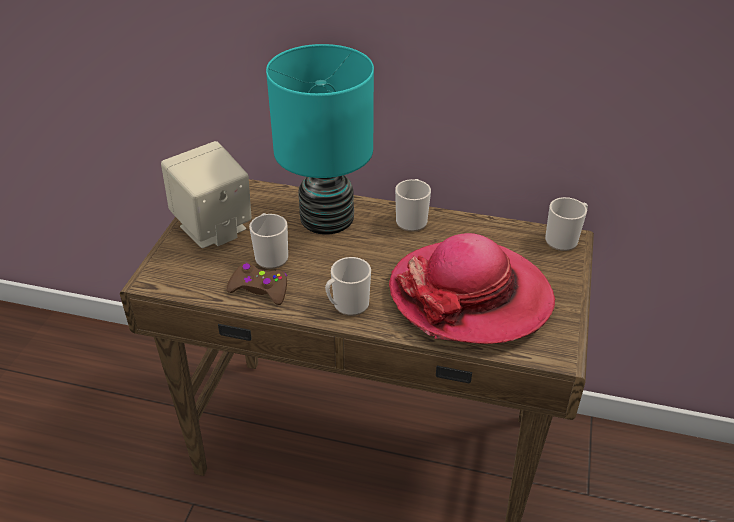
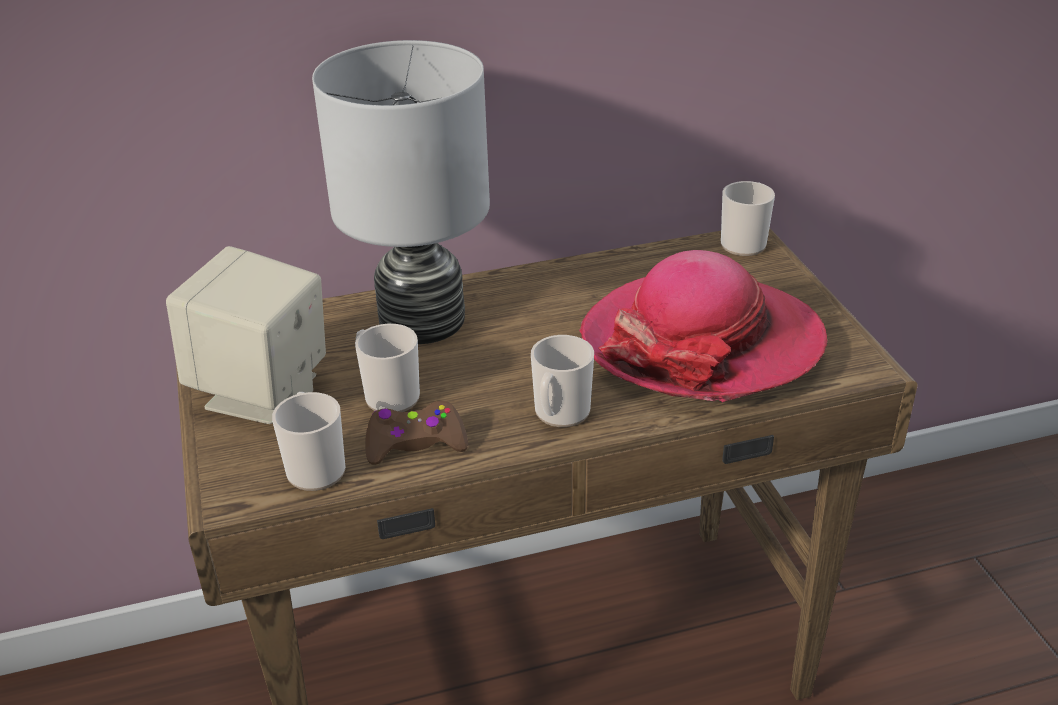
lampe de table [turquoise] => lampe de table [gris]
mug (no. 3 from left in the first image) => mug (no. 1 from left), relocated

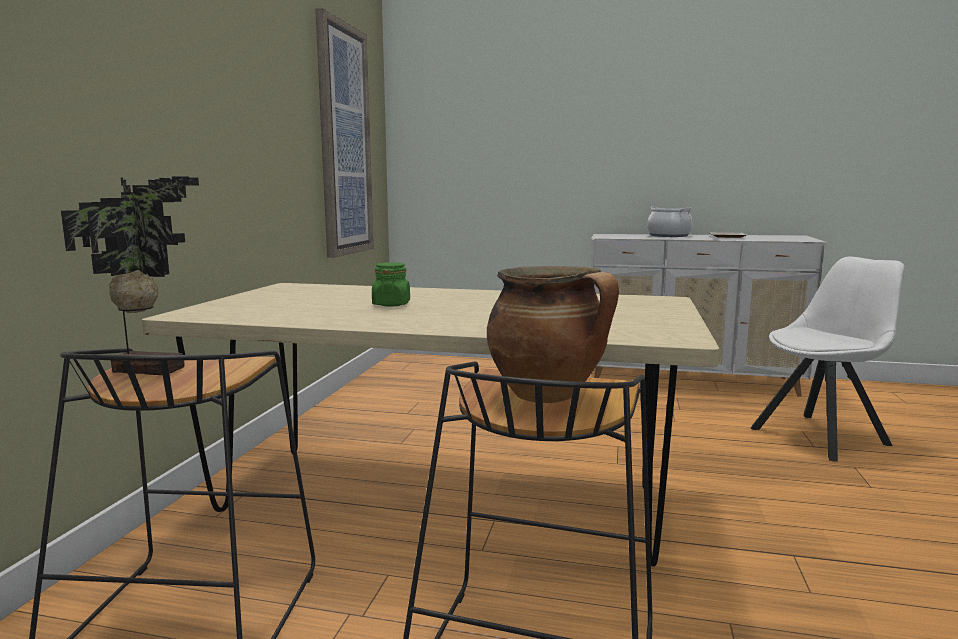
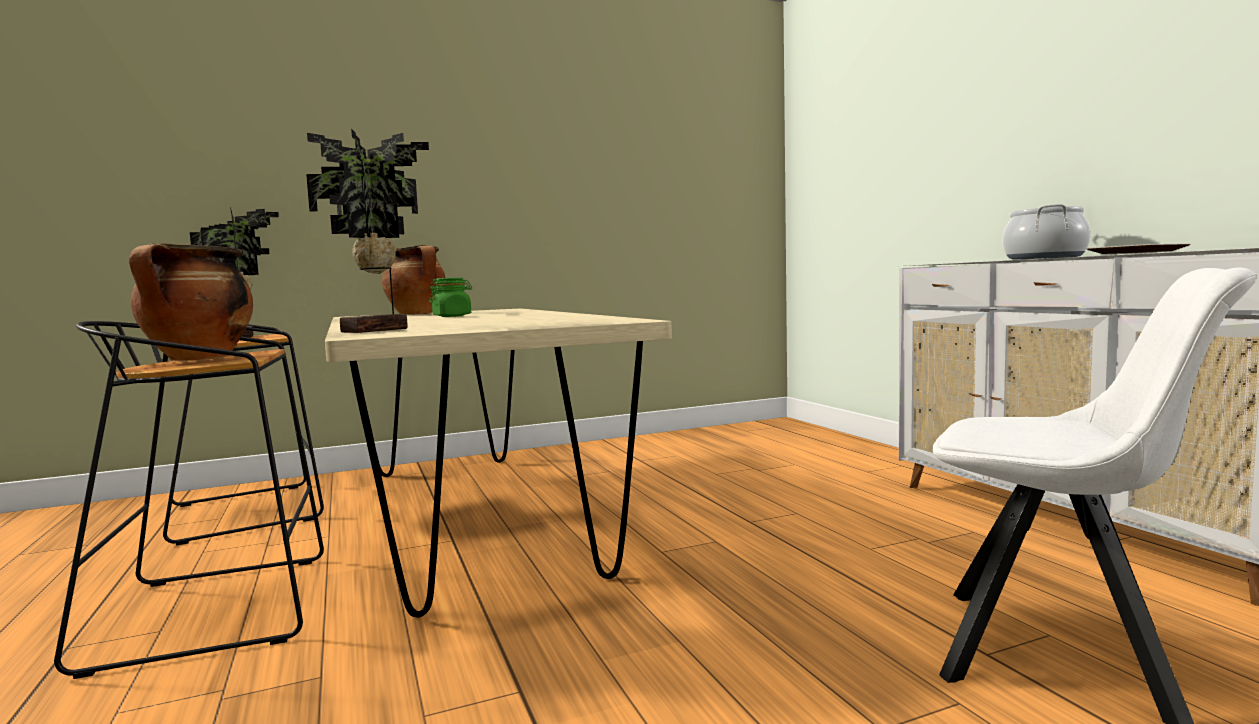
tableau => nothing
nothing => plante en pot (no. 2 from left)
nothing => marmite (no. 2 from left)

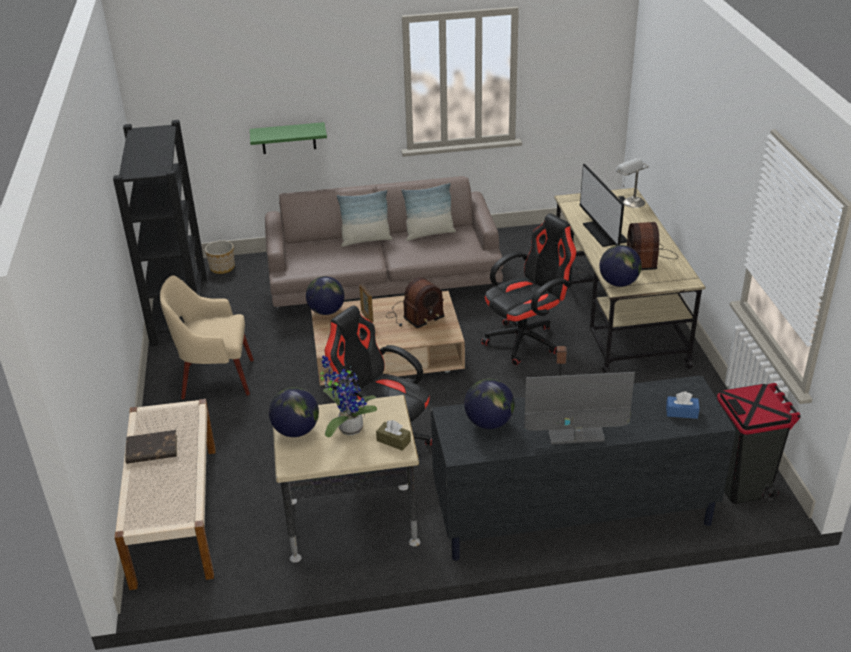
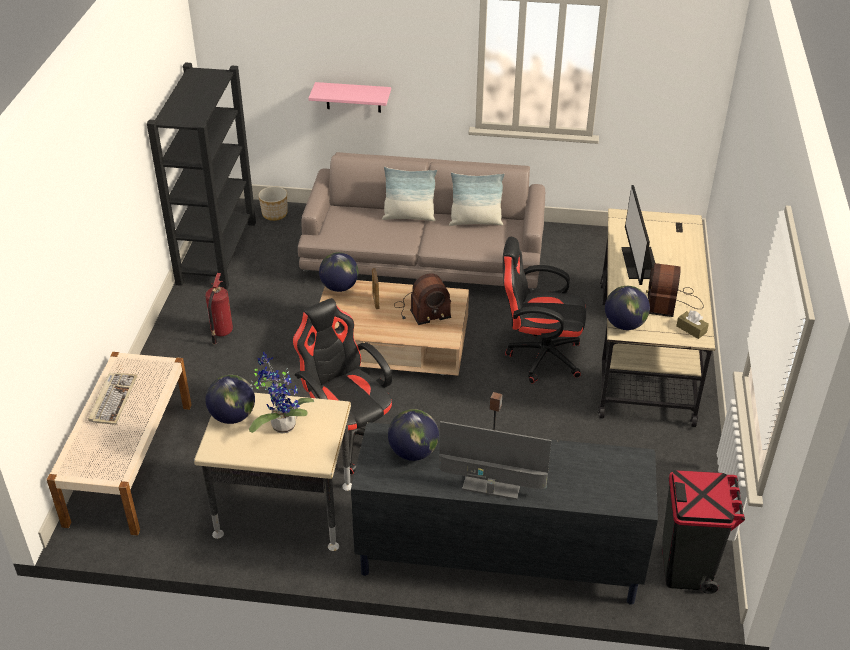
étagère [vert] => étagère [rose]
lampe de table [blanc] => nothing
chaise de bureau [noir] (no. 2 from left), 150 degrees counterclockwise
fauteuil [beige] => extincteur
boîte à mouchoirs [bleu] => nothing
boîte à mouchoirs [marron], relocated
livre [marron] => clavier

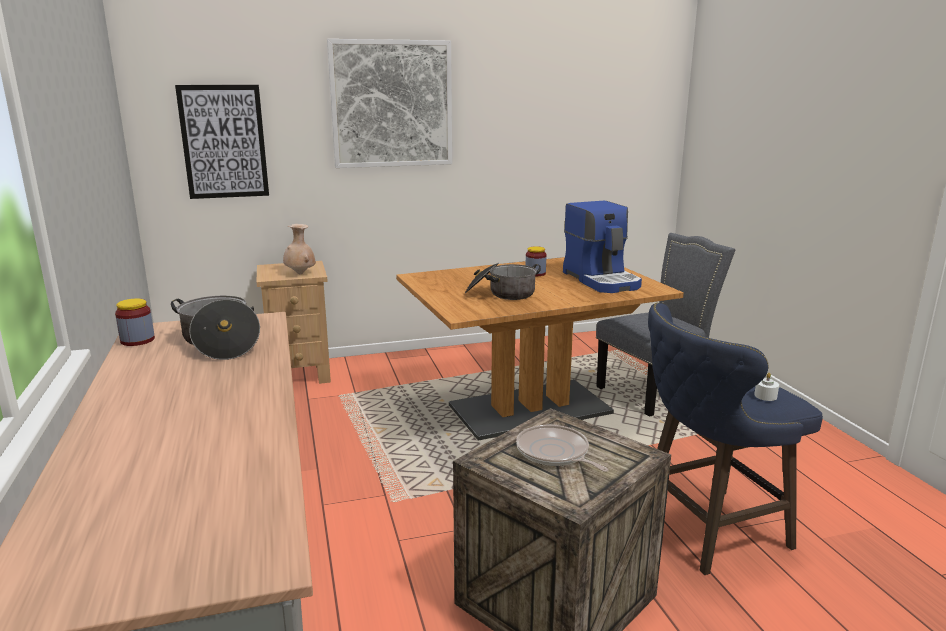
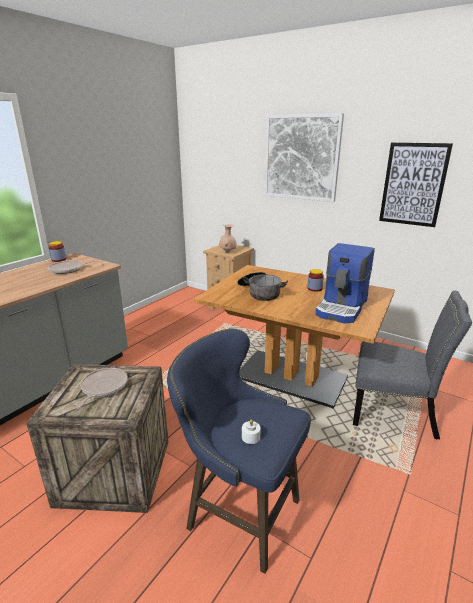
tableau (no. 1 from left in the first image) => tableau (no. 2 from left), relocated
marmite (no. 1 from left) => poêle (no. 1 from left)

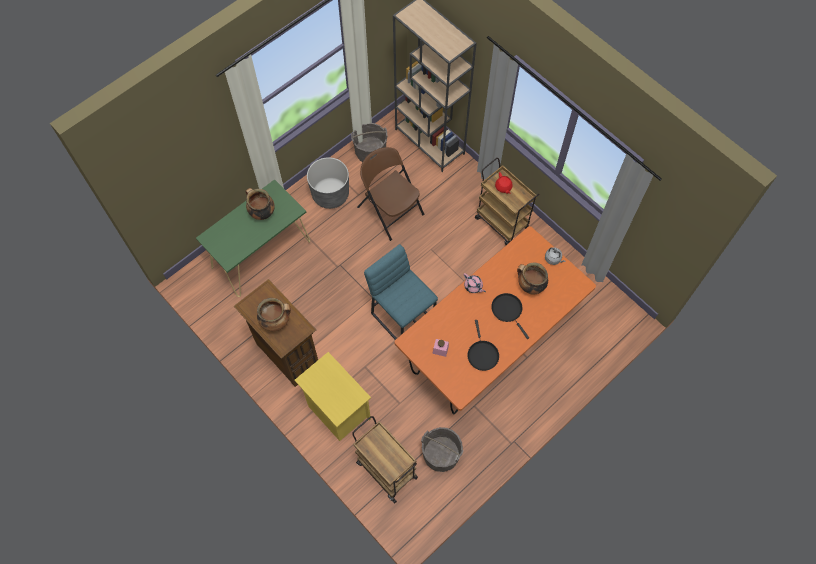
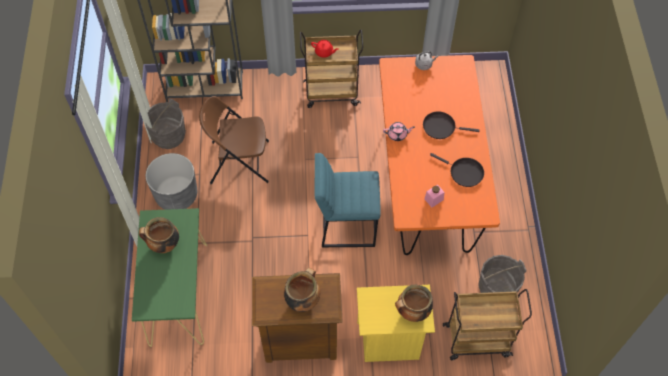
marmite (no. 3 from left), relocated

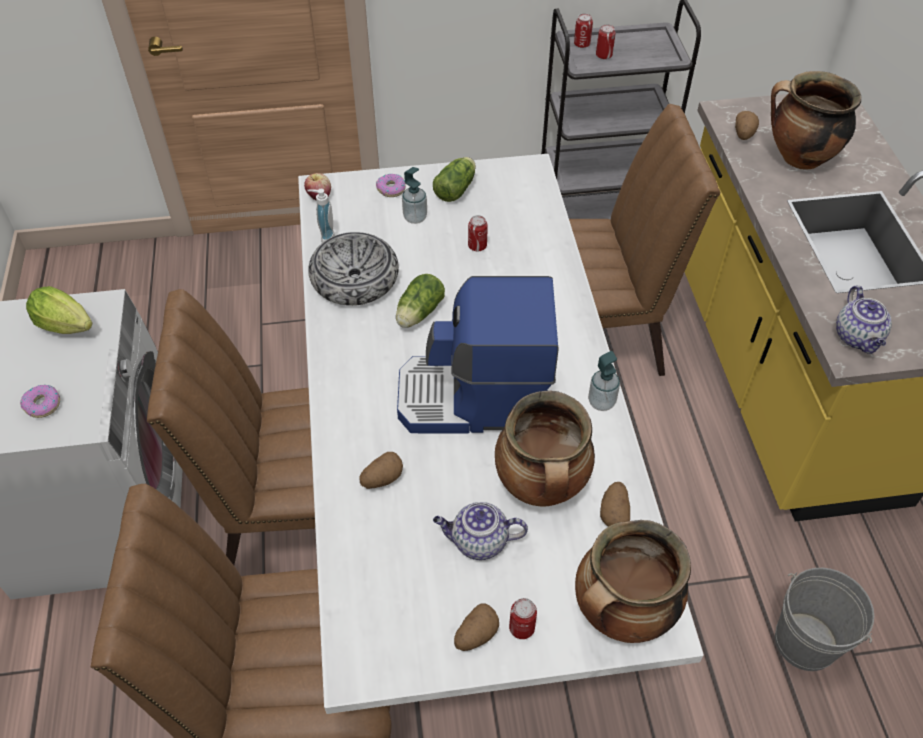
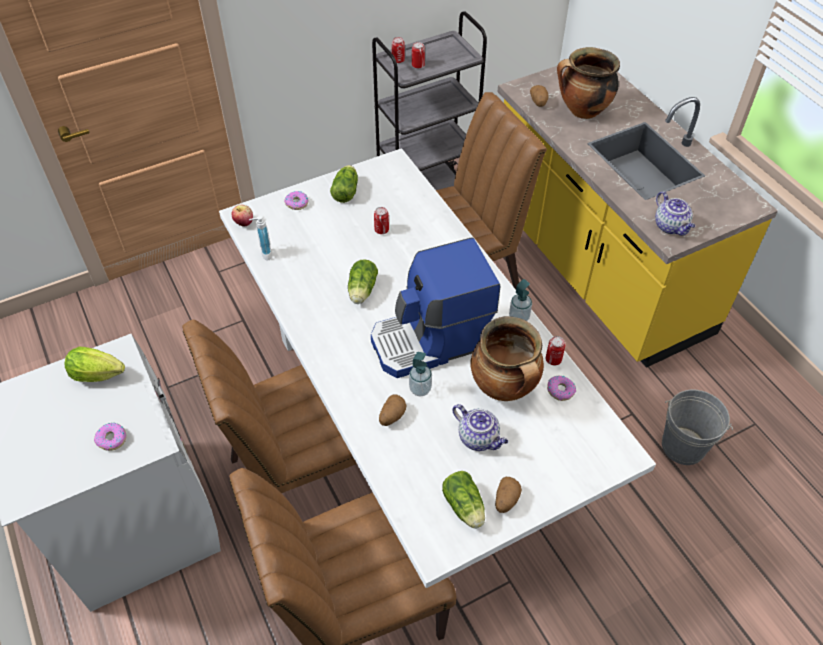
distributeur de savon (no. 2 from left), relocated
bol => nothing
pomme de terre (no. 3 from left) => beignet (no. 3 from left)
théière (no. 1 from left), 120 degrees counterclockwise
marmite (no. 2 from left) => nothing
boîte métallique (no. 2 from left in the first image) => boîte métallique (no. 4 from left), relocated
nothing => laitue (no. 4 from left)

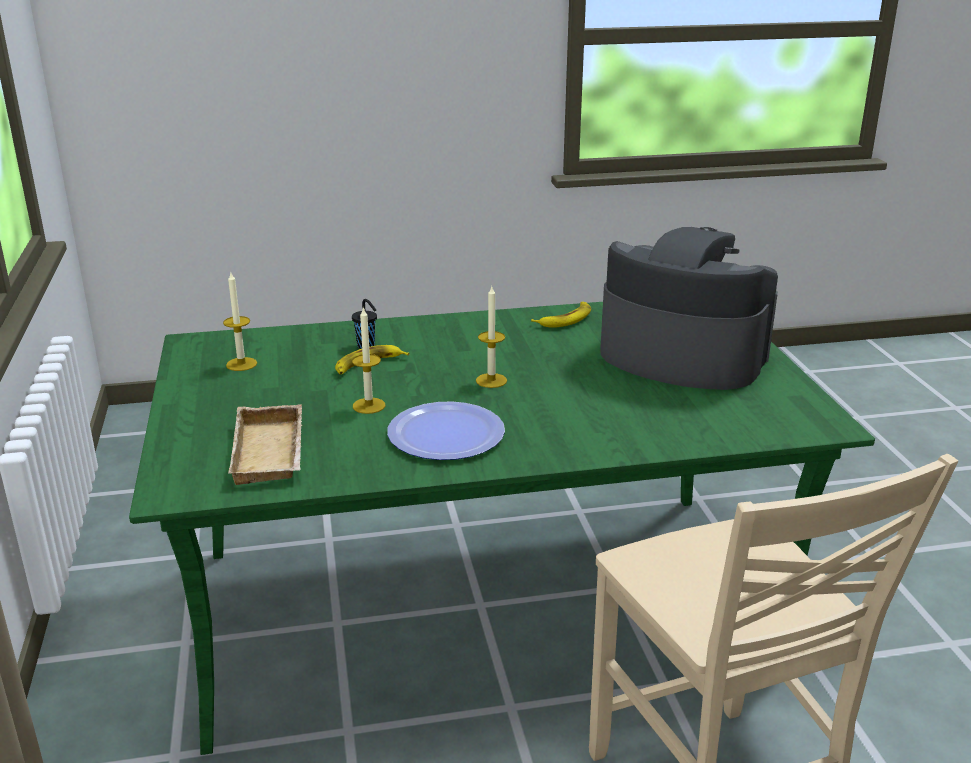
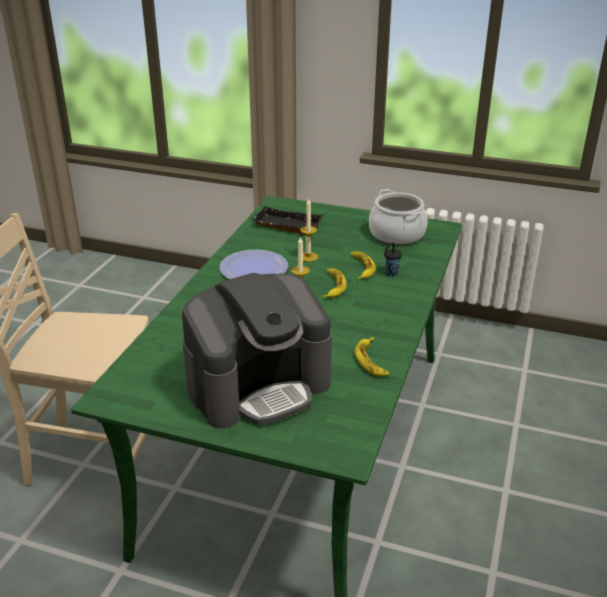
bougie (no. 1 from left) => marmite
plateau [beige] => plateau [noir]
nothing => banane (no. 1 from left)

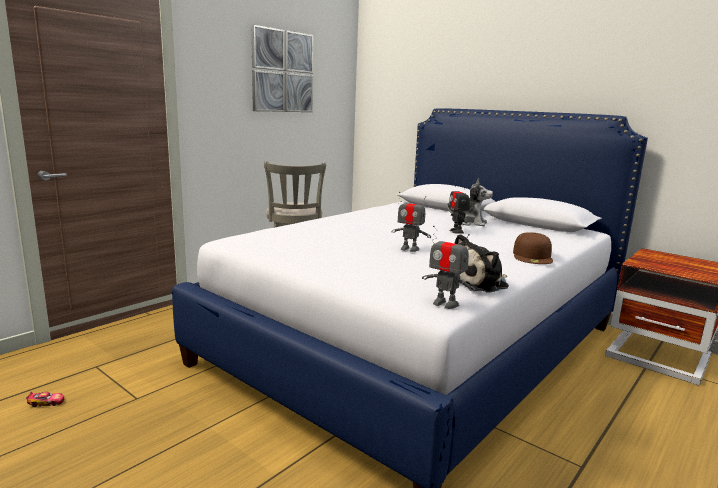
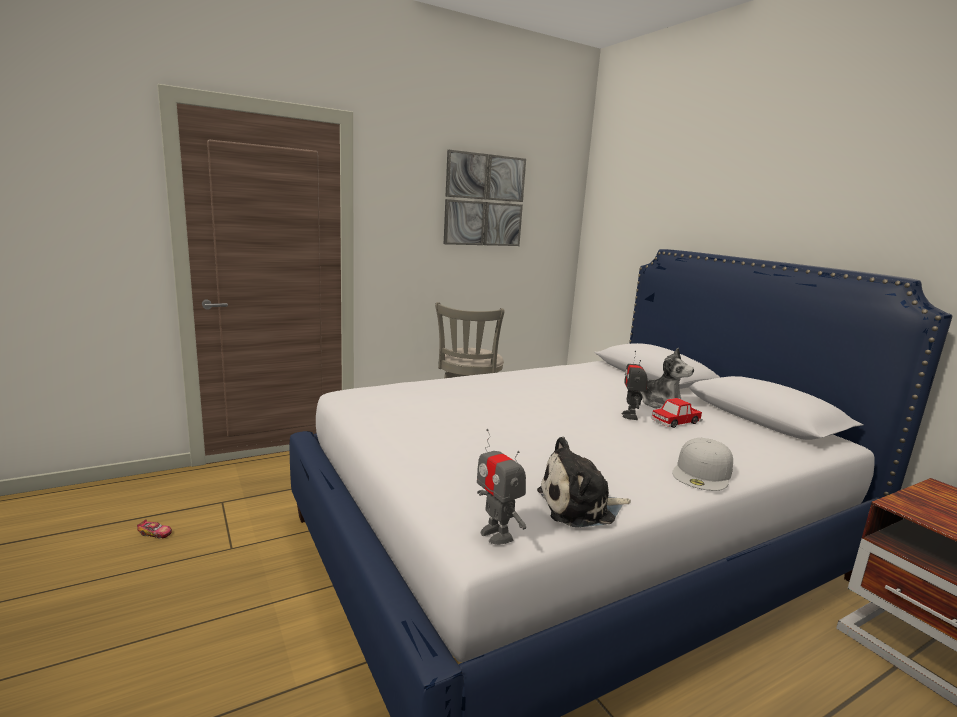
robot jouet (no. 1 from left) => nothing
casquette [marron] => casquette [blanc]
nothing => petite voiture (no. 2 from left)

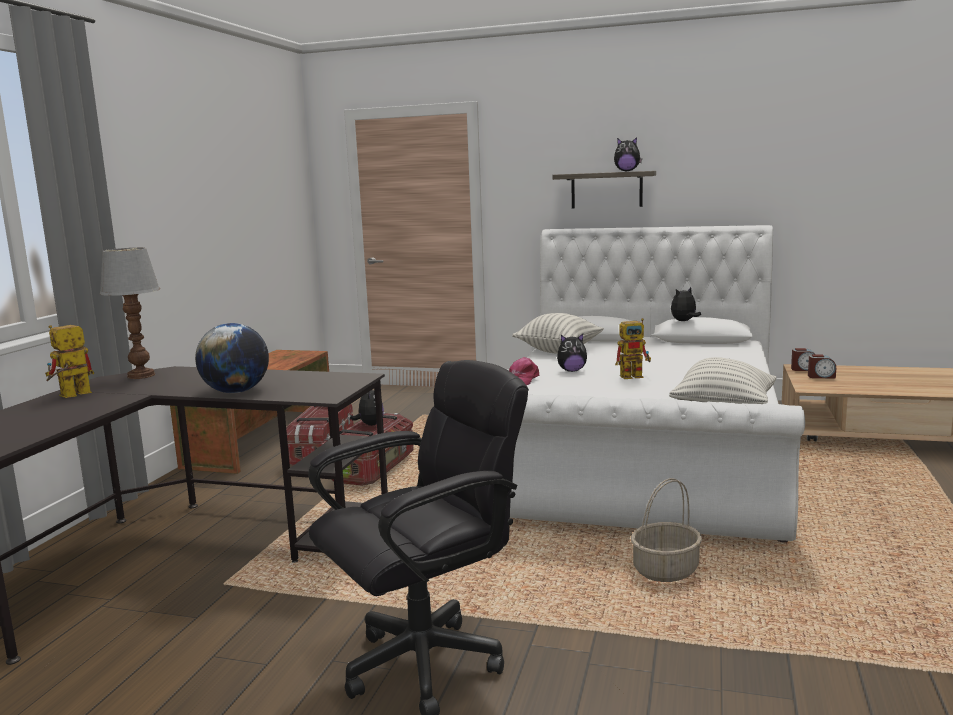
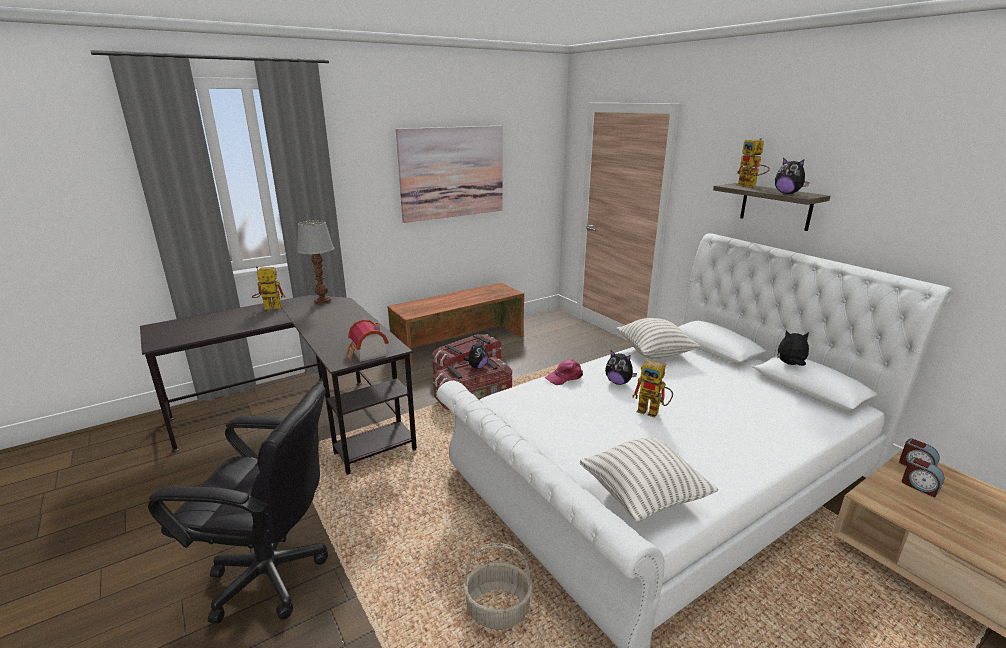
globe => nothing
nothing => tableau
nothing => robot jouet (no. 3 from left)
nothing => maison miniature

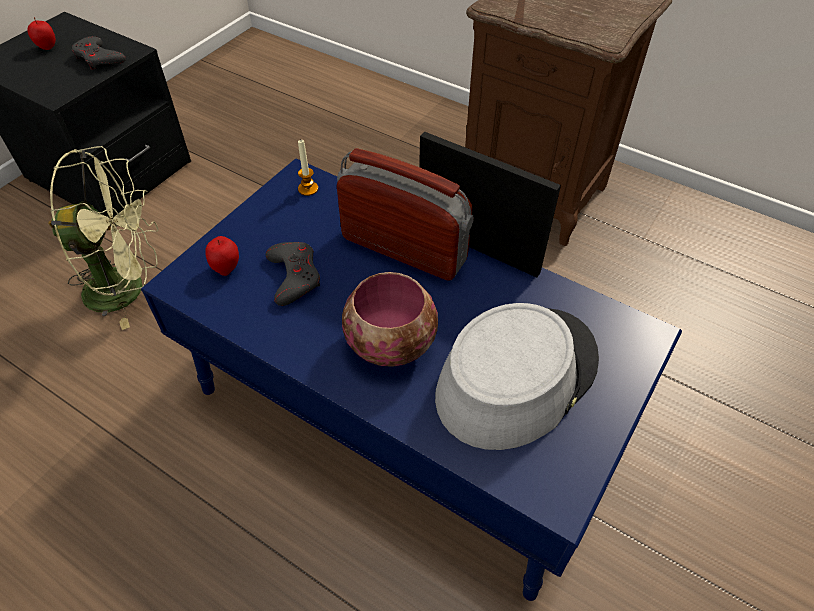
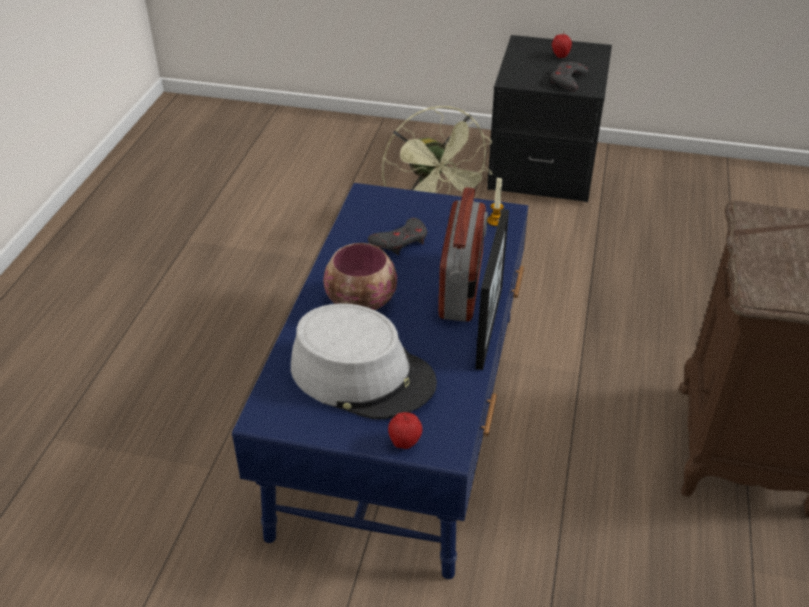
pomme (no. 2 from left in the first image) => pomme (no. 1 from left), relocated

